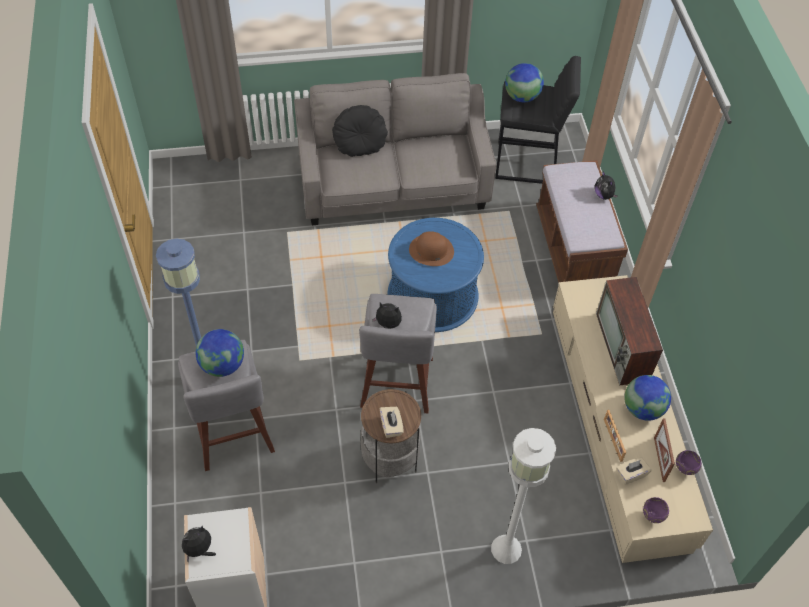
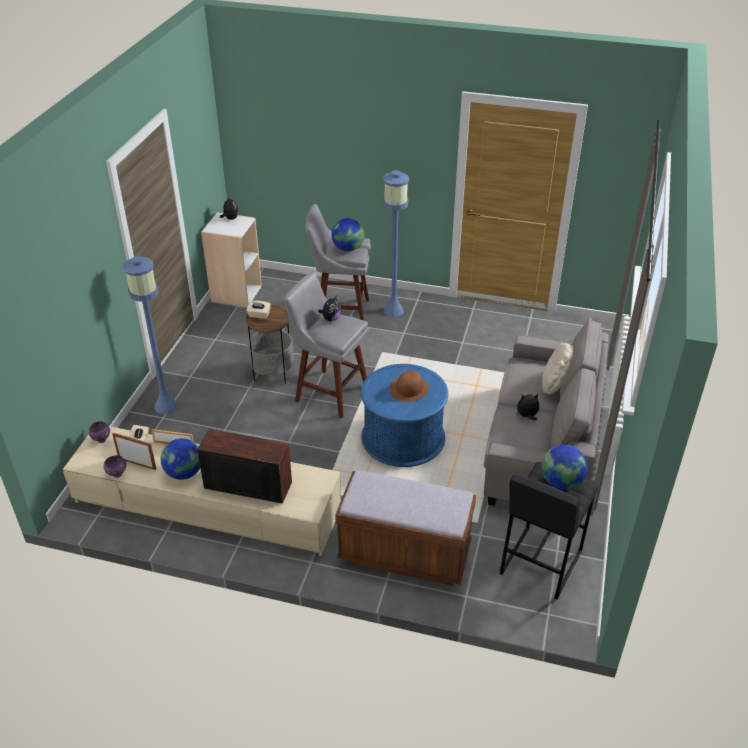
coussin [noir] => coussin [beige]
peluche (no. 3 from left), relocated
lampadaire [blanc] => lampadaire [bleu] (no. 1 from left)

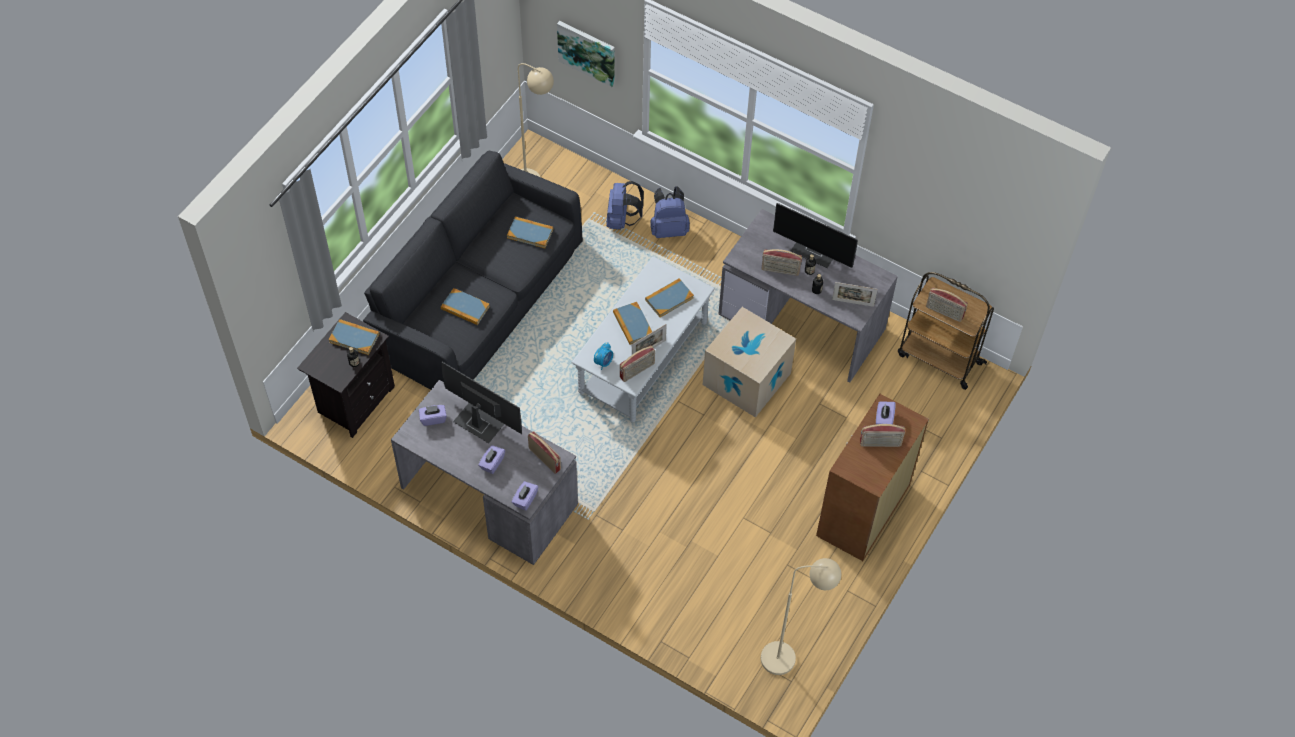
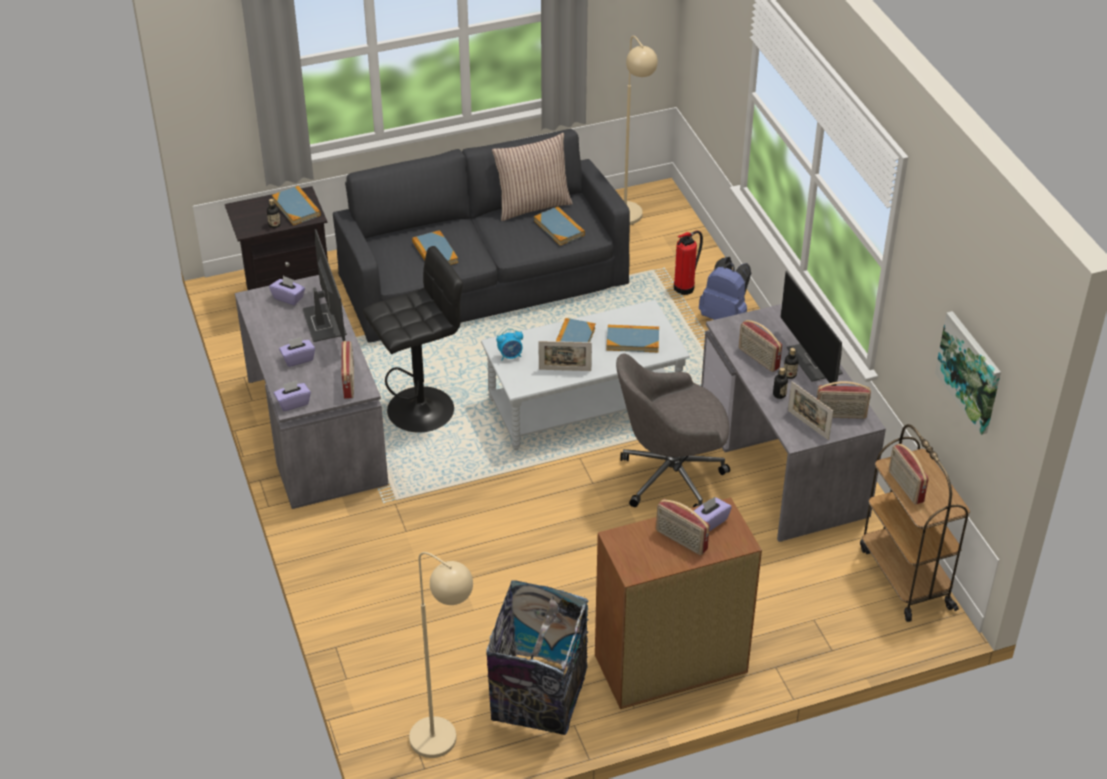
tableau, relocated
sac à dos [bleu] (no. 1 from left) => extincteur
carton => chaise de bureau [gris]
radio (no. 2 from left in the first image) => radio (no. 4 from left), relocated
nothing => coussin
nothing => tabouret [noir]
nothing => poubelle

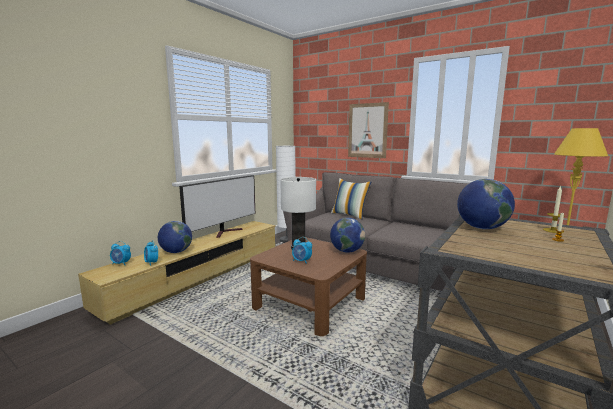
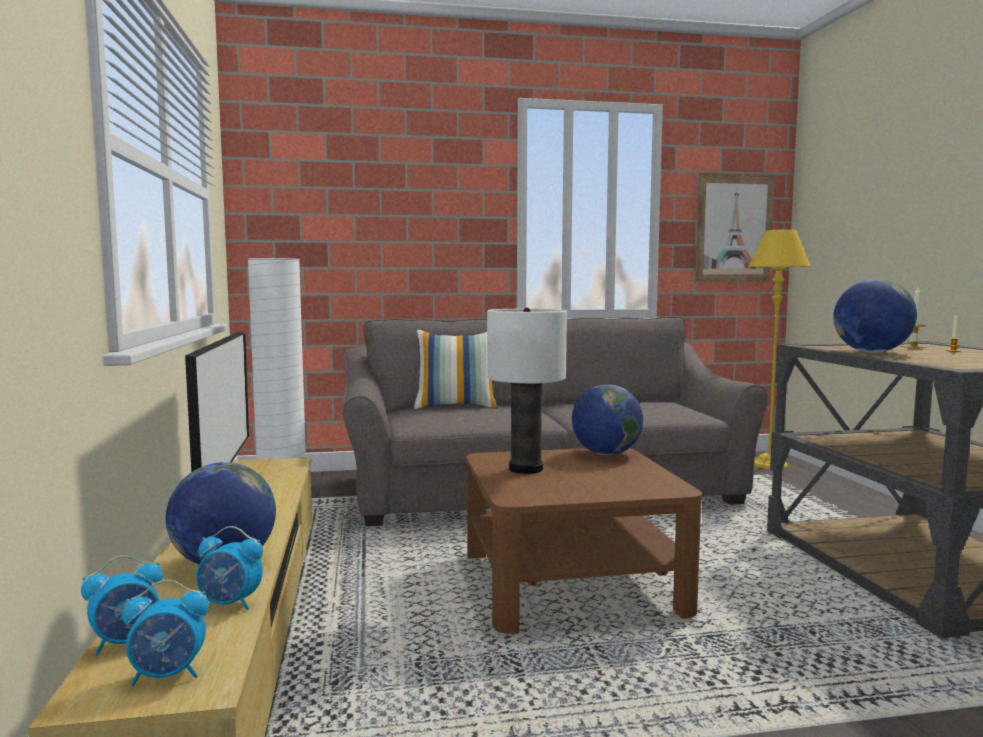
tableau, relocated
réveil (no. 3 from left in the first image) => réveil (no. 2 from left), relocated

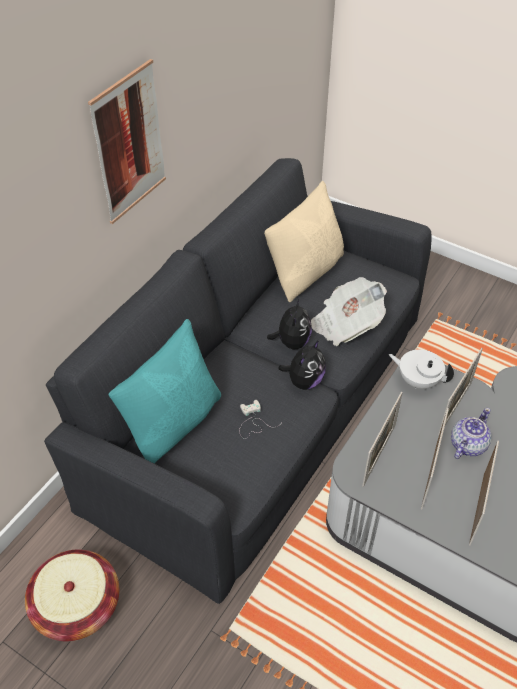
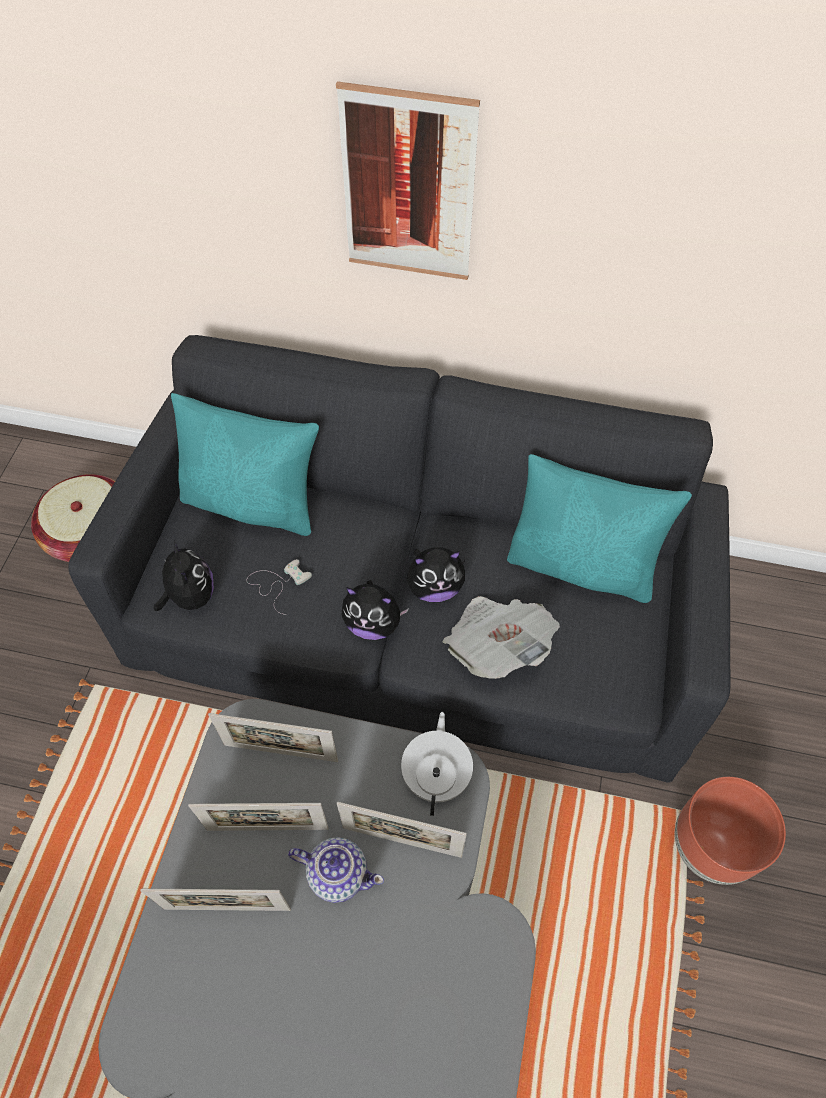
coussin [beige] => coussin [turquoise] (no. 2 from left)
nothing => peluche (no. 1 from left)
nothing => cache-pot [marron]

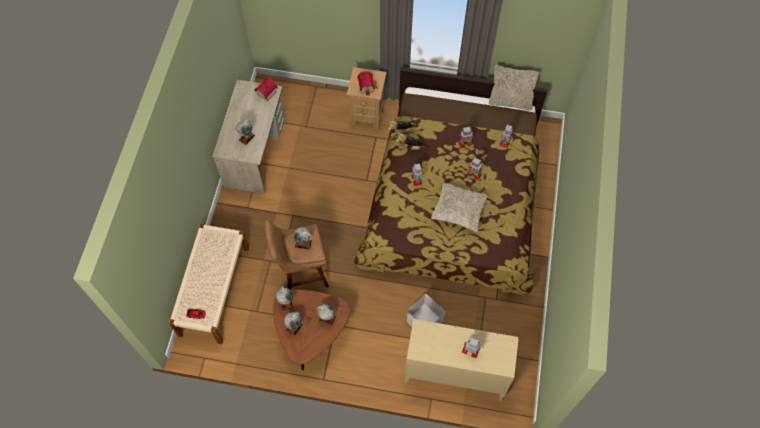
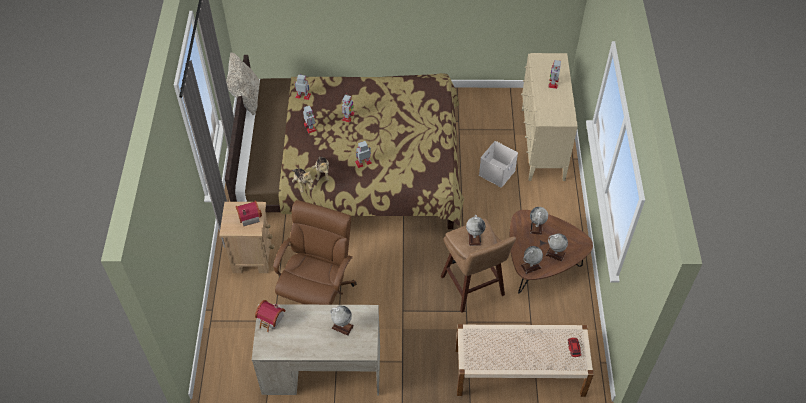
coussin [beige] (no. 1 from left) => nothing
nothing => chaise de bureau [marron]

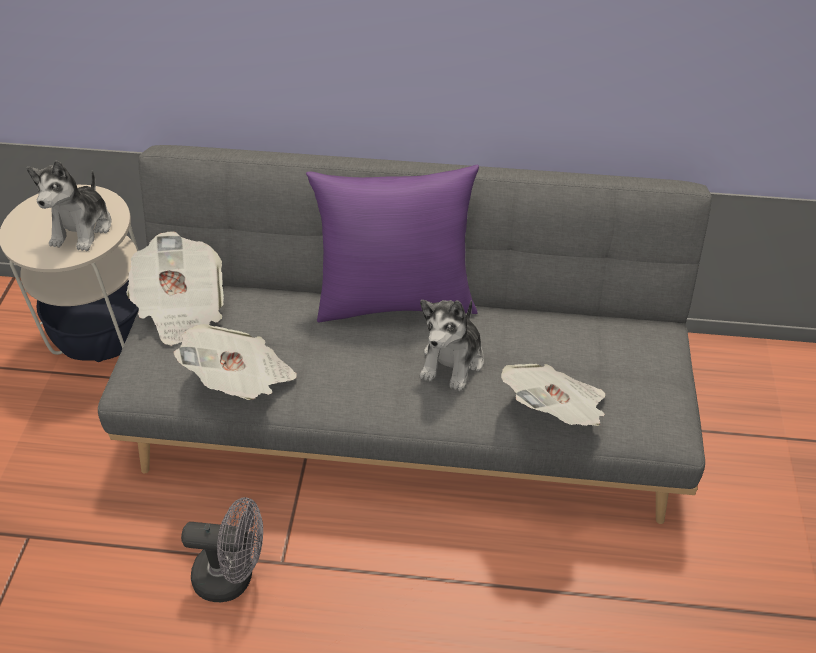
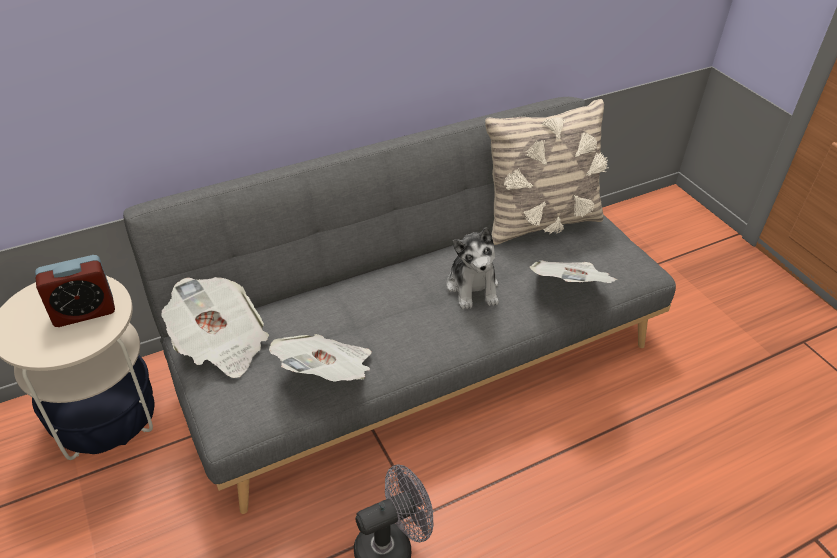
peluche (no. 1 from left) => réveil
coussin [violet] => nothing
nothing => coussin [beige]

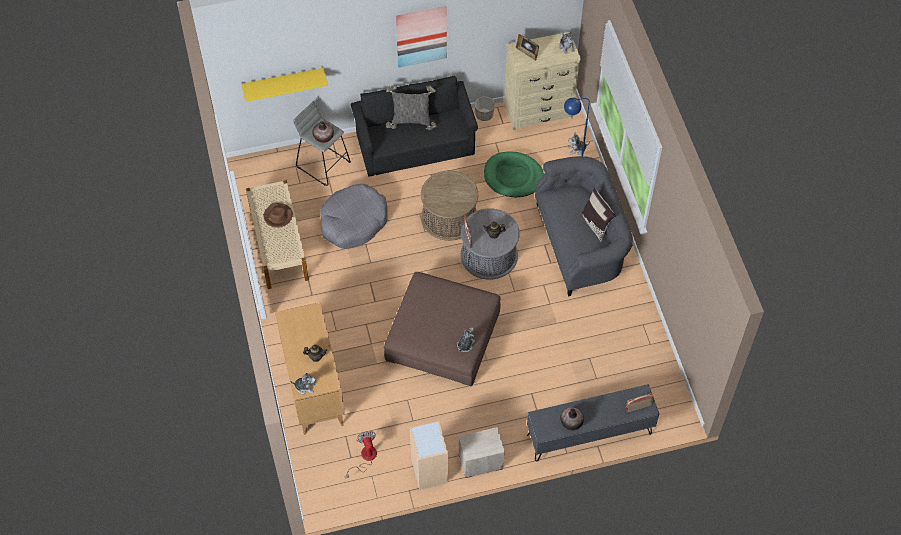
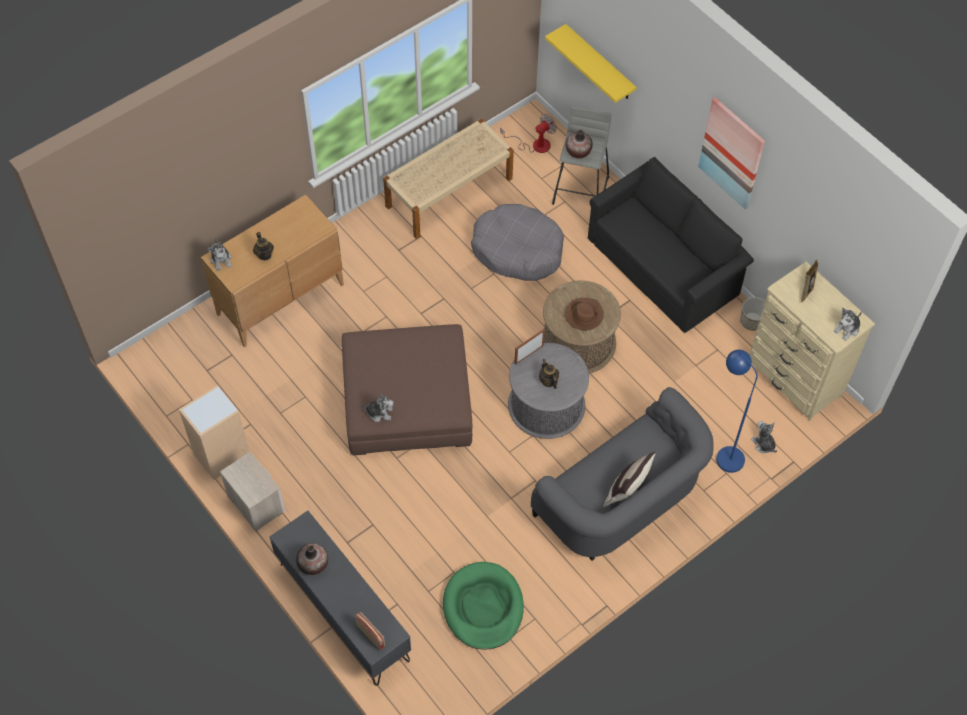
coussin (no. 1 from left) => nothing
panier pour chien [vert], relocated
chapeau [marron], relocated
ventilateur, relocated

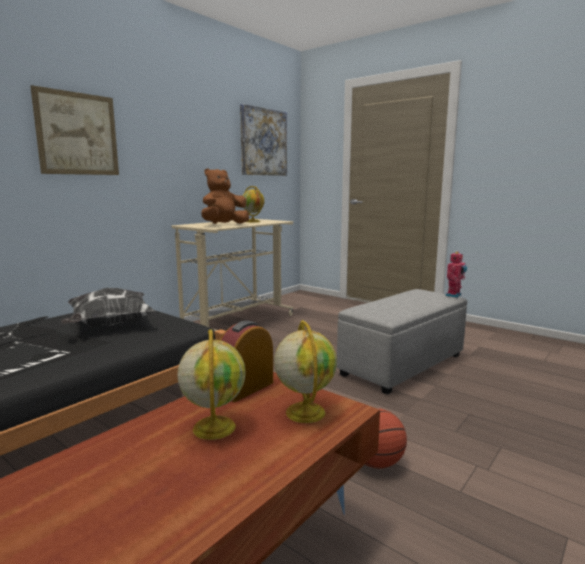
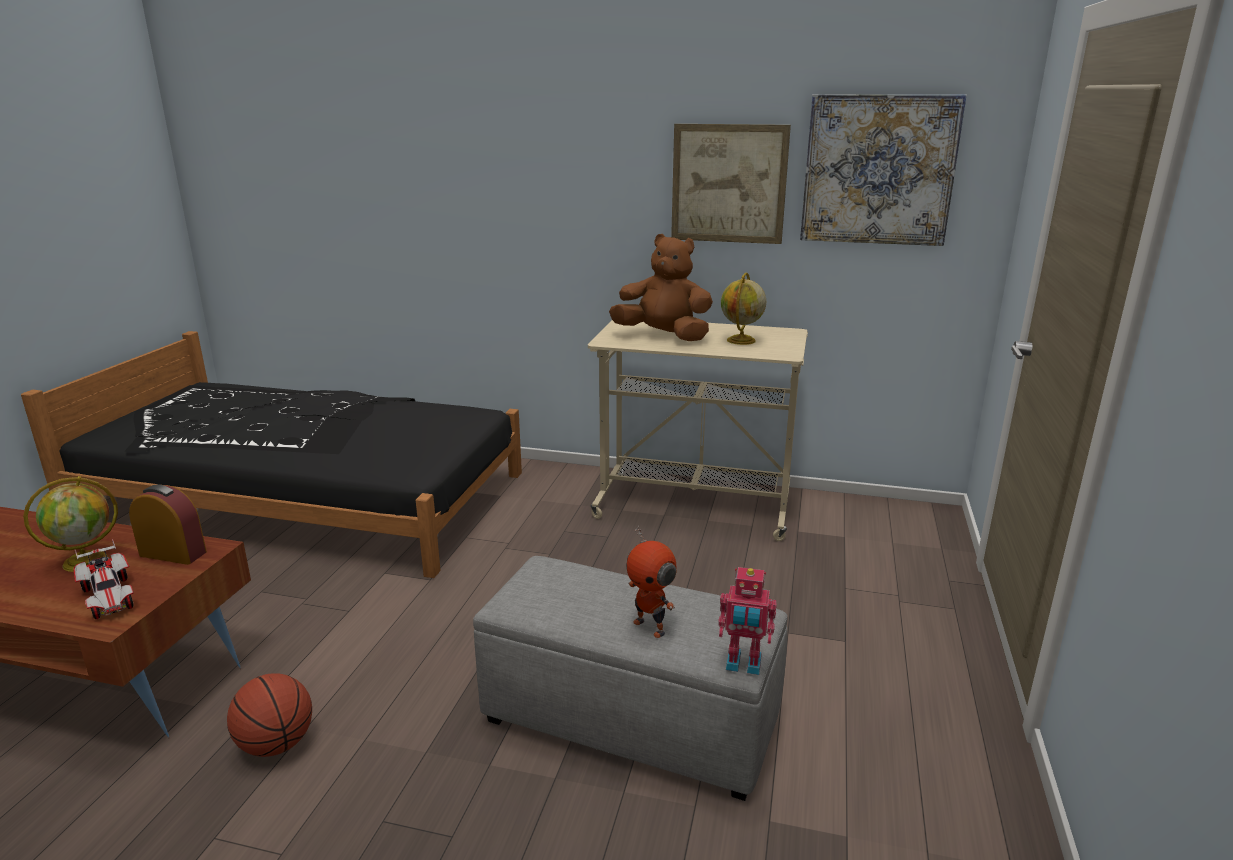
tableau (no. 1 from left), relocated
coussin => nothing
globe (no. 3 from left) => petite voiture
nothing => robot jouet (no. 1 from left)

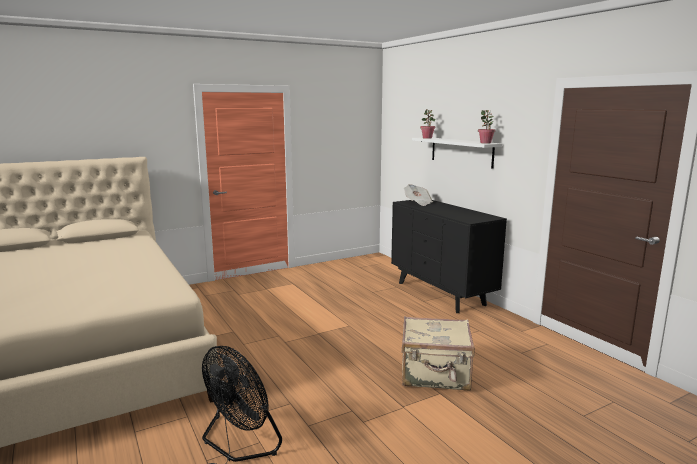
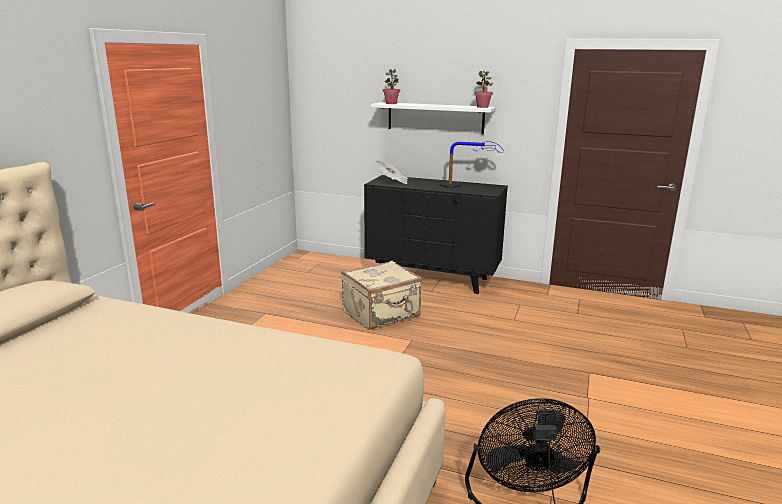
valise [beige], relocated
nothing => lampe de table

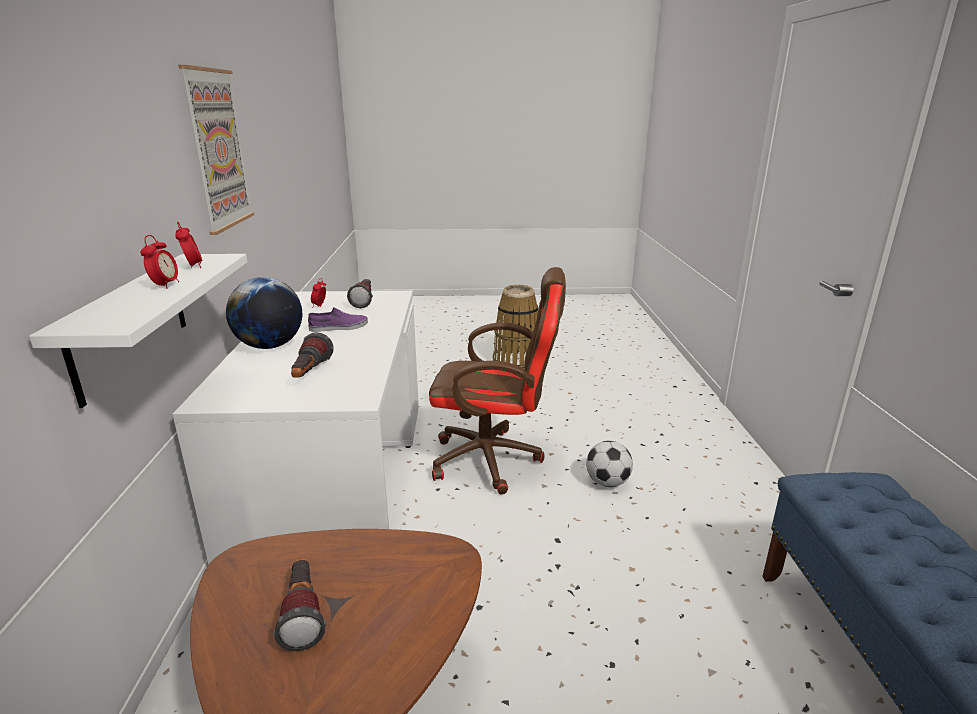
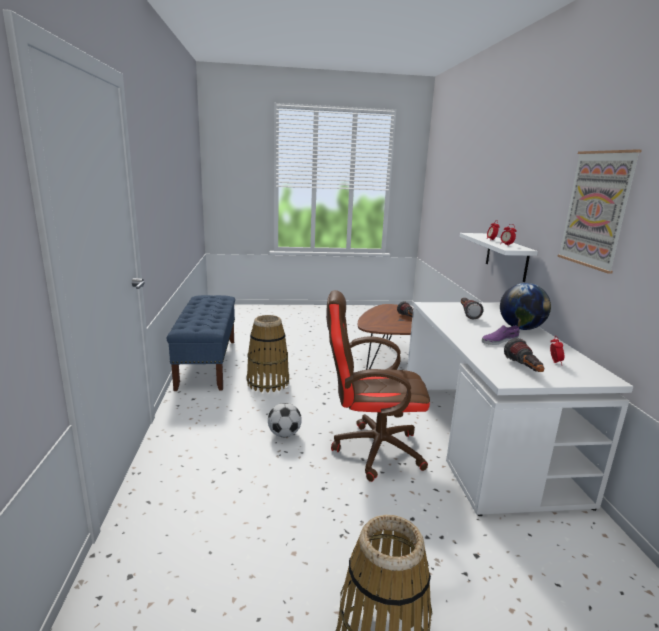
nothing => panier (no. 1 from left)

